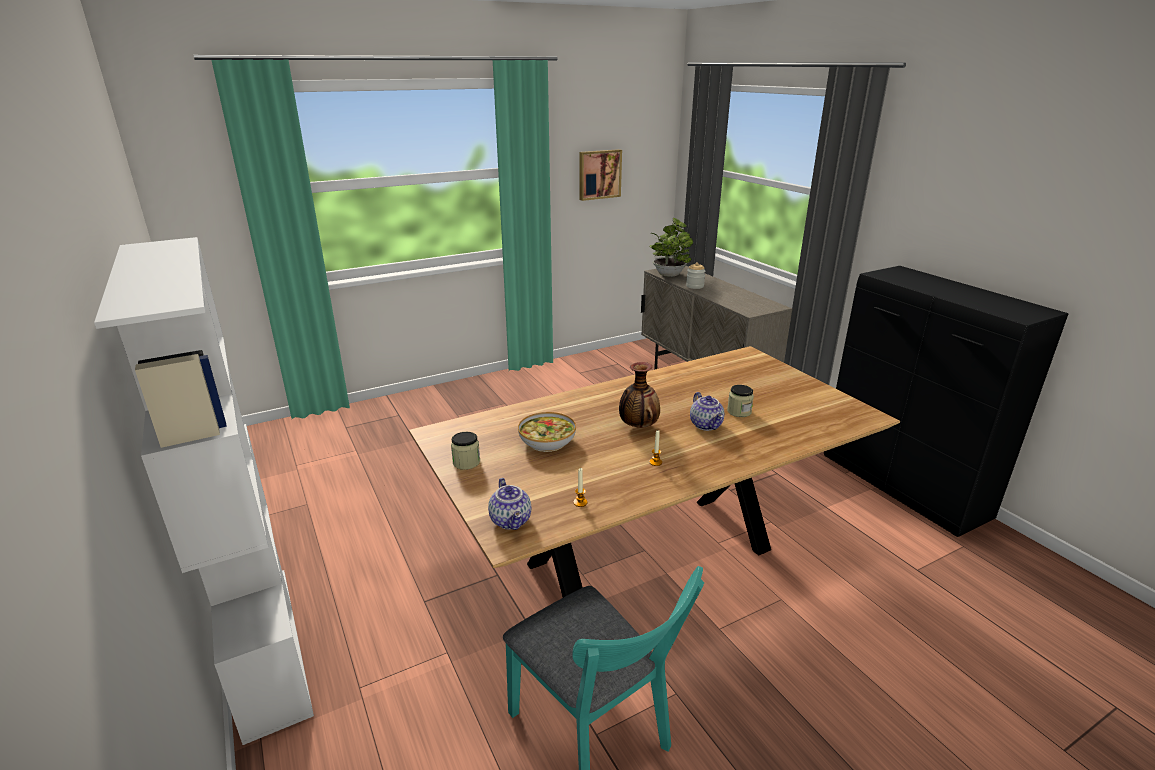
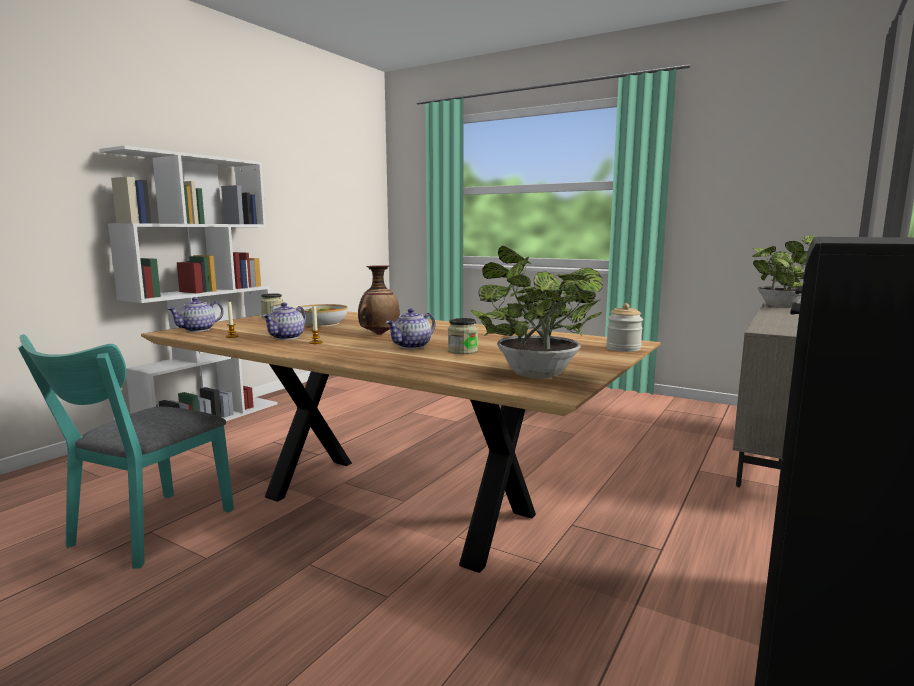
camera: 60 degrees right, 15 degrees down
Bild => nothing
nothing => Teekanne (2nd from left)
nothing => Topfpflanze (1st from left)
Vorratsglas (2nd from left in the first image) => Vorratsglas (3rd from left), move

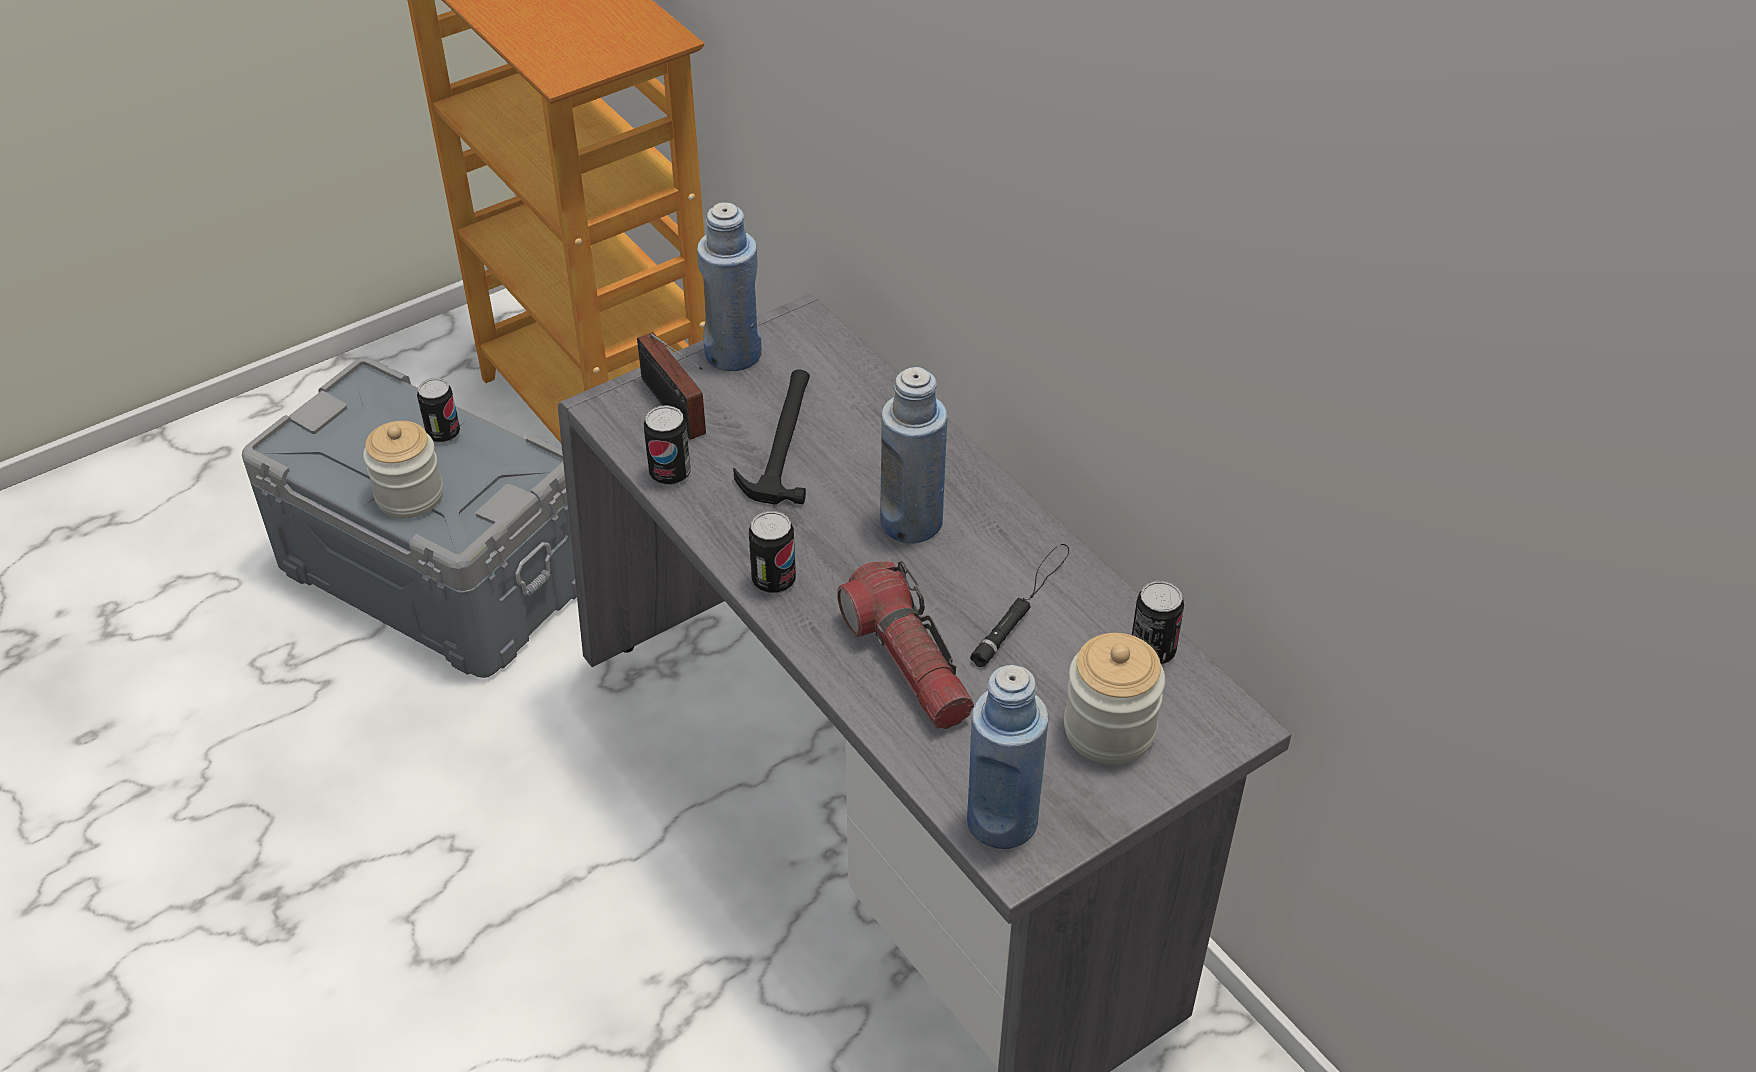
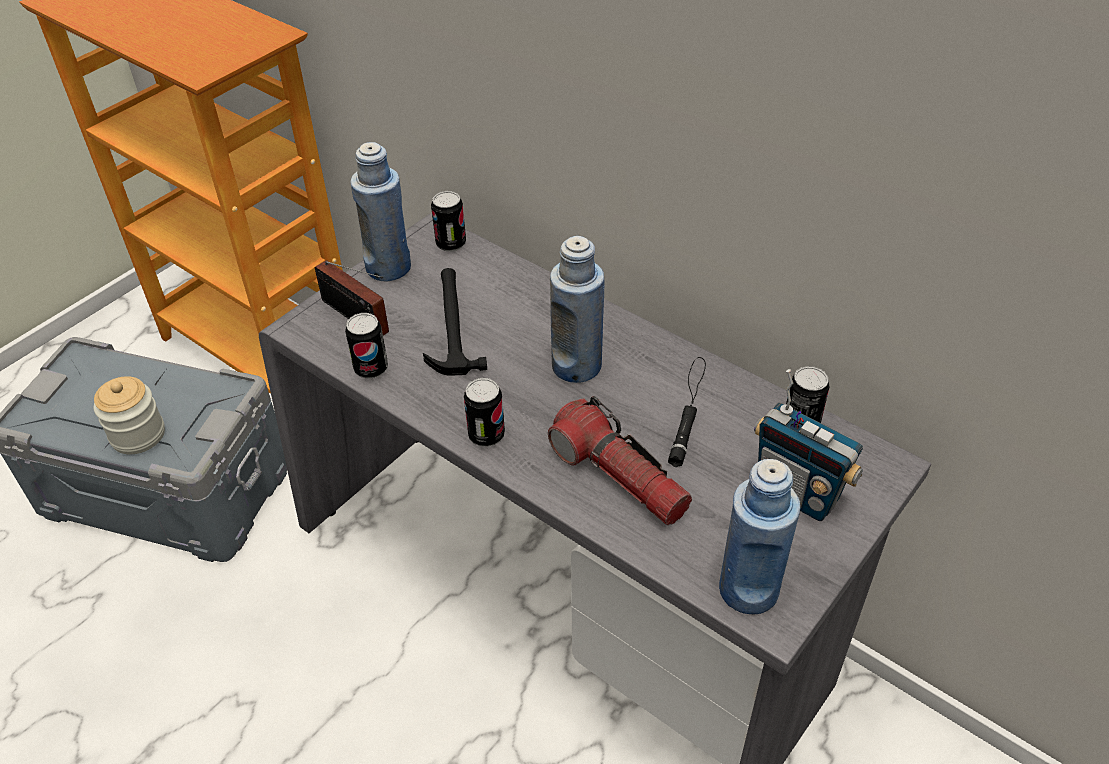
camera: 15 degrees left, 0 degrees up
Dose (1st from left in the first image) => Dose (2nd from left), move
Vorratsglas (2nd from left) => Radio (2nd from left)

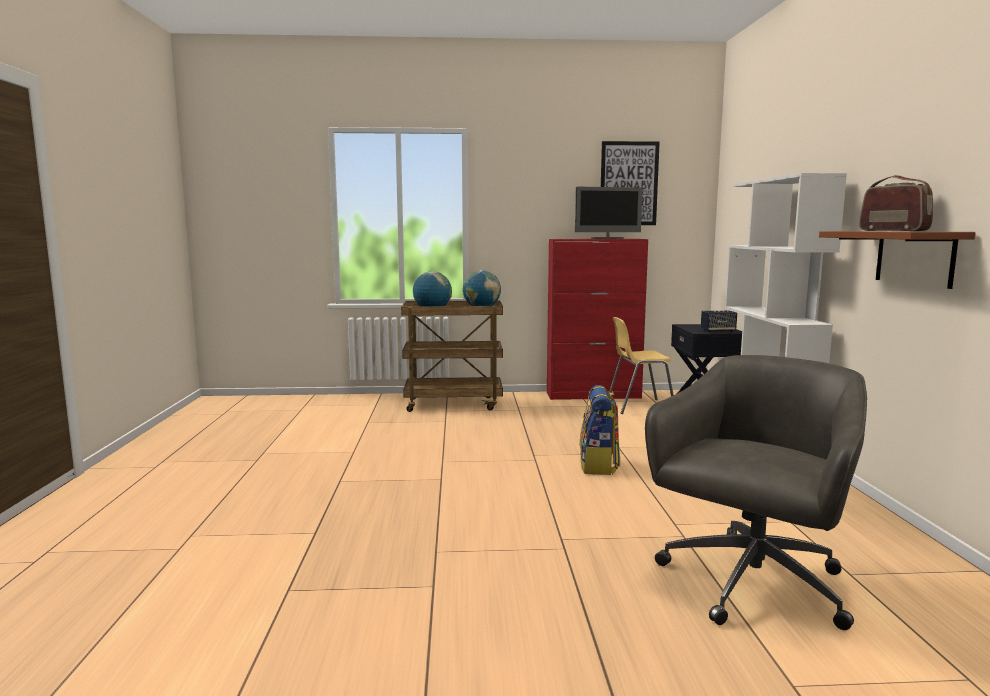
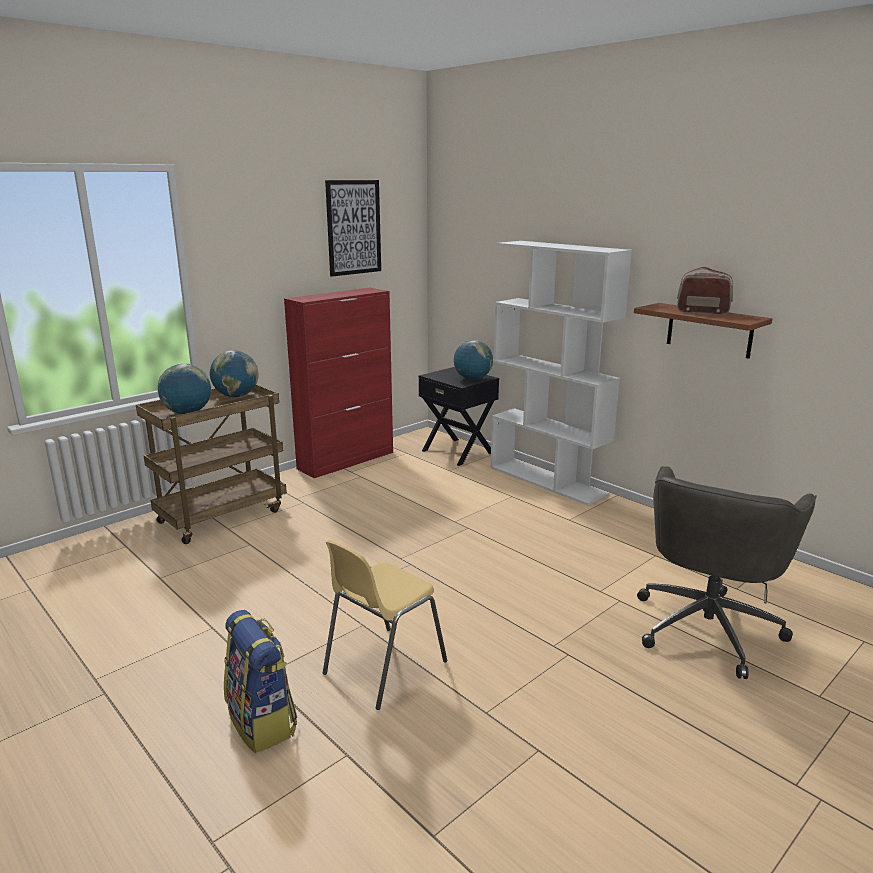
camera: 40 degrees left, 10 degrees up
Monitor => nothing
Rucksack, move
Stuhl [gelb], move
Lautsprecher => Globus (3rd from left)
Bürostuhl [grau], 150 degrees counterclockwise

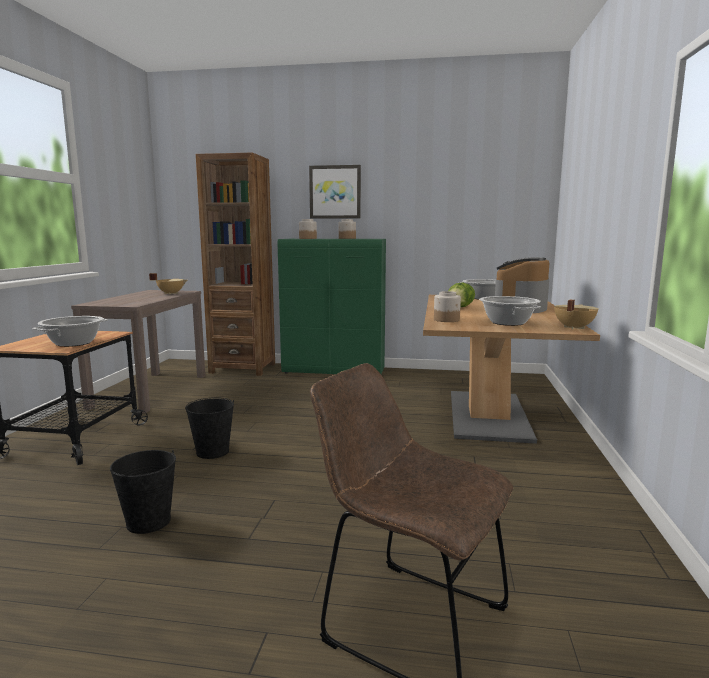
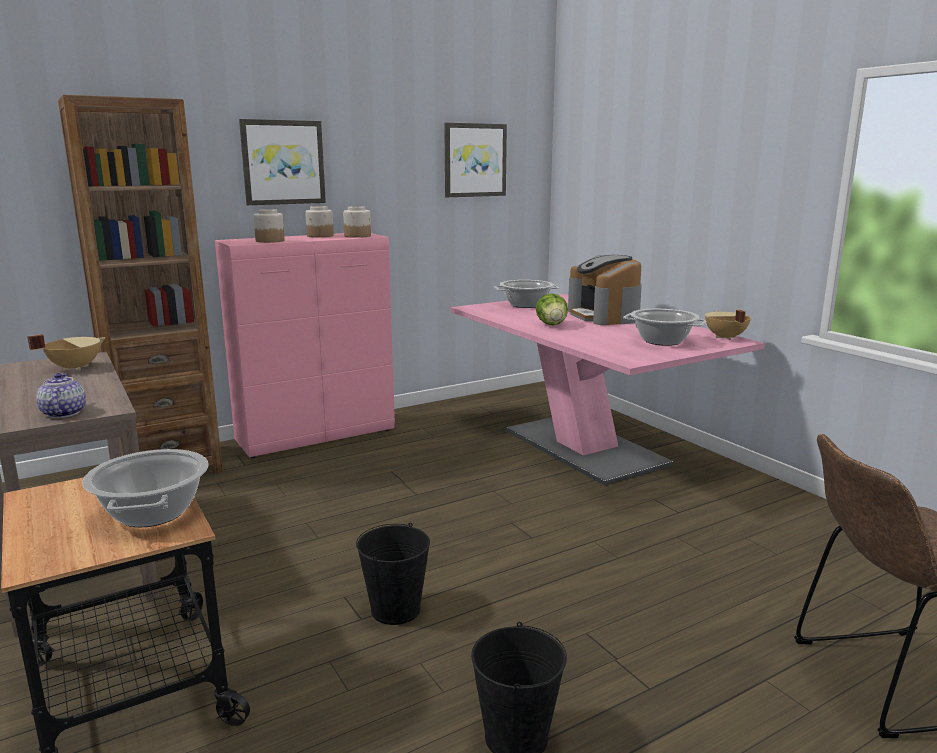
camera: 40 degrees left, 5 degrees up
nothing => Teekanne
nothing => Bild (2nd from left)
Vorratsglas (3rd from left), move
Schrank [grün] => Schrank [rosa]
Esstisch [braun] => Esstisch [rosa]

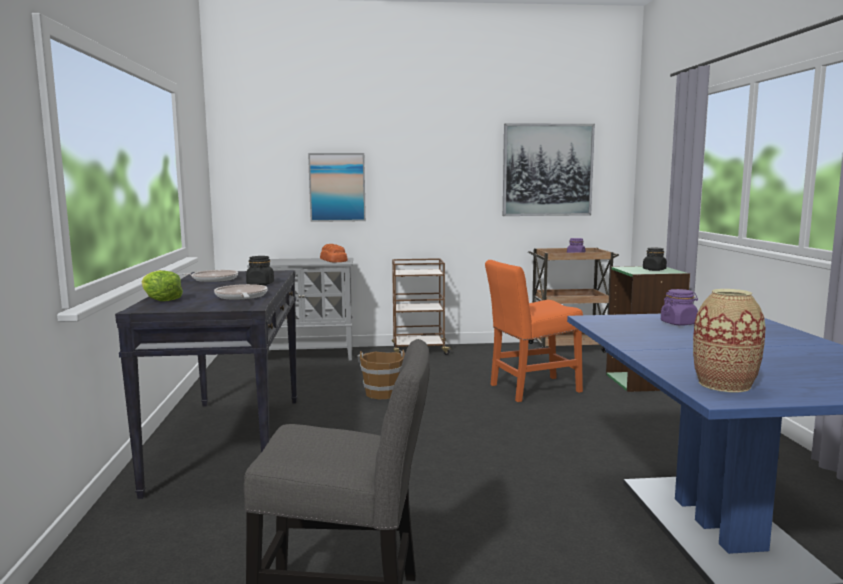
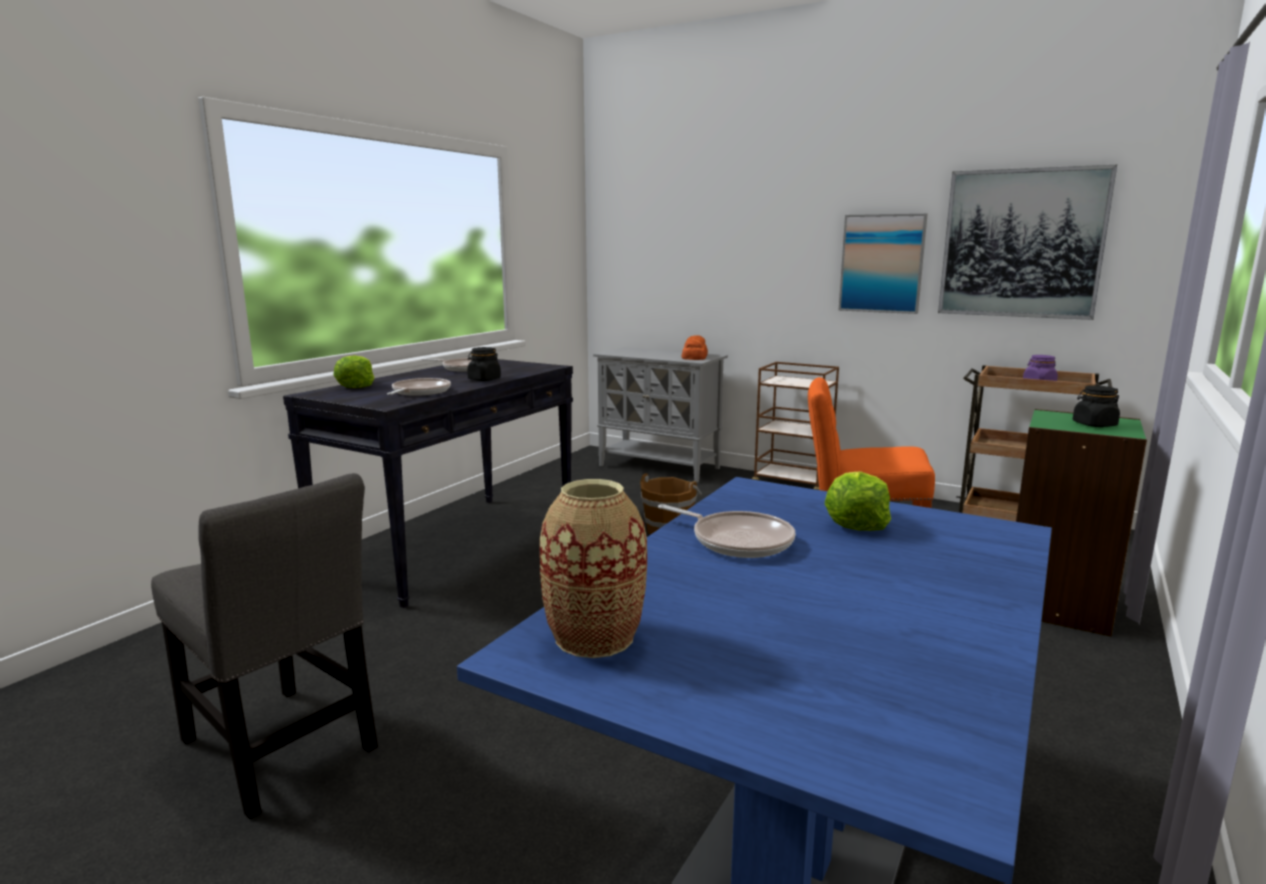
camera: 35 degrees right, 5 degrees up
nothing => Pfanne (3rd from left)
Bild (1st from left), move
Vorratsglas [lila] (2nd from left) => Salatkopf (2nd from left)

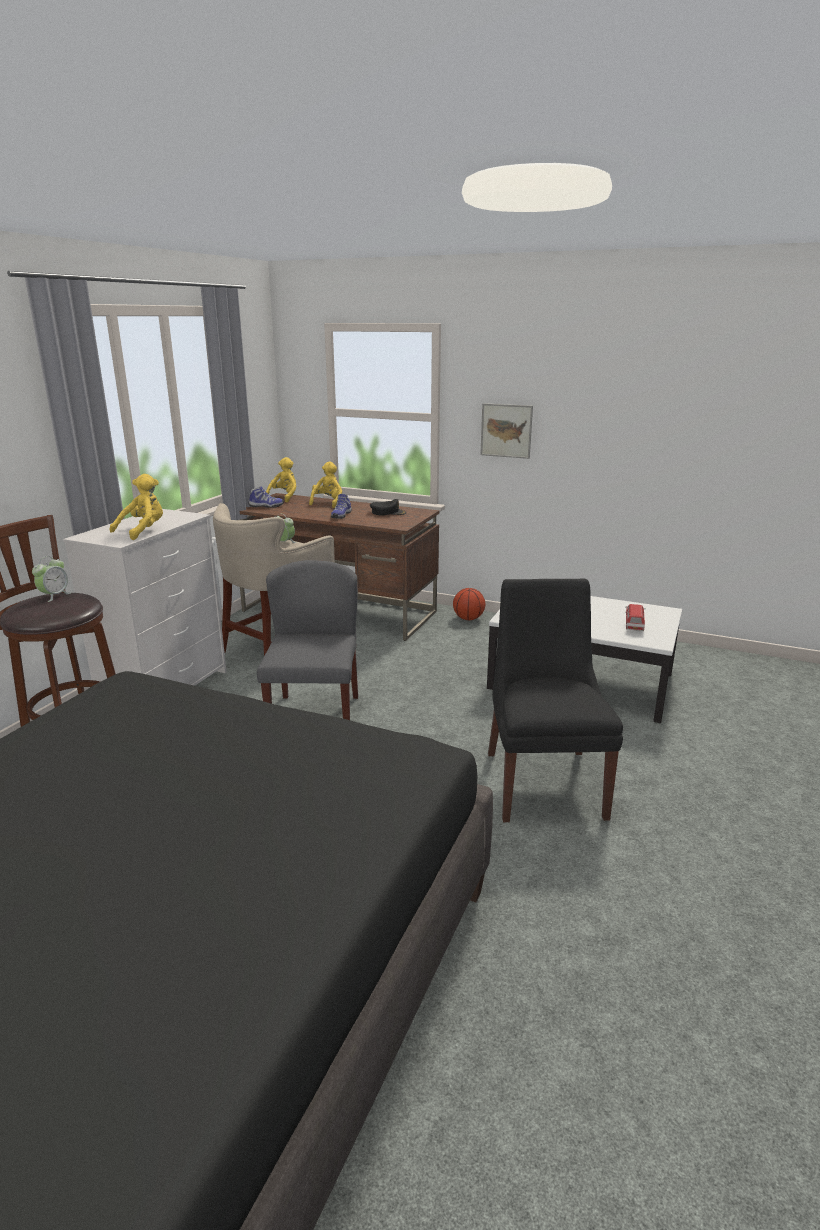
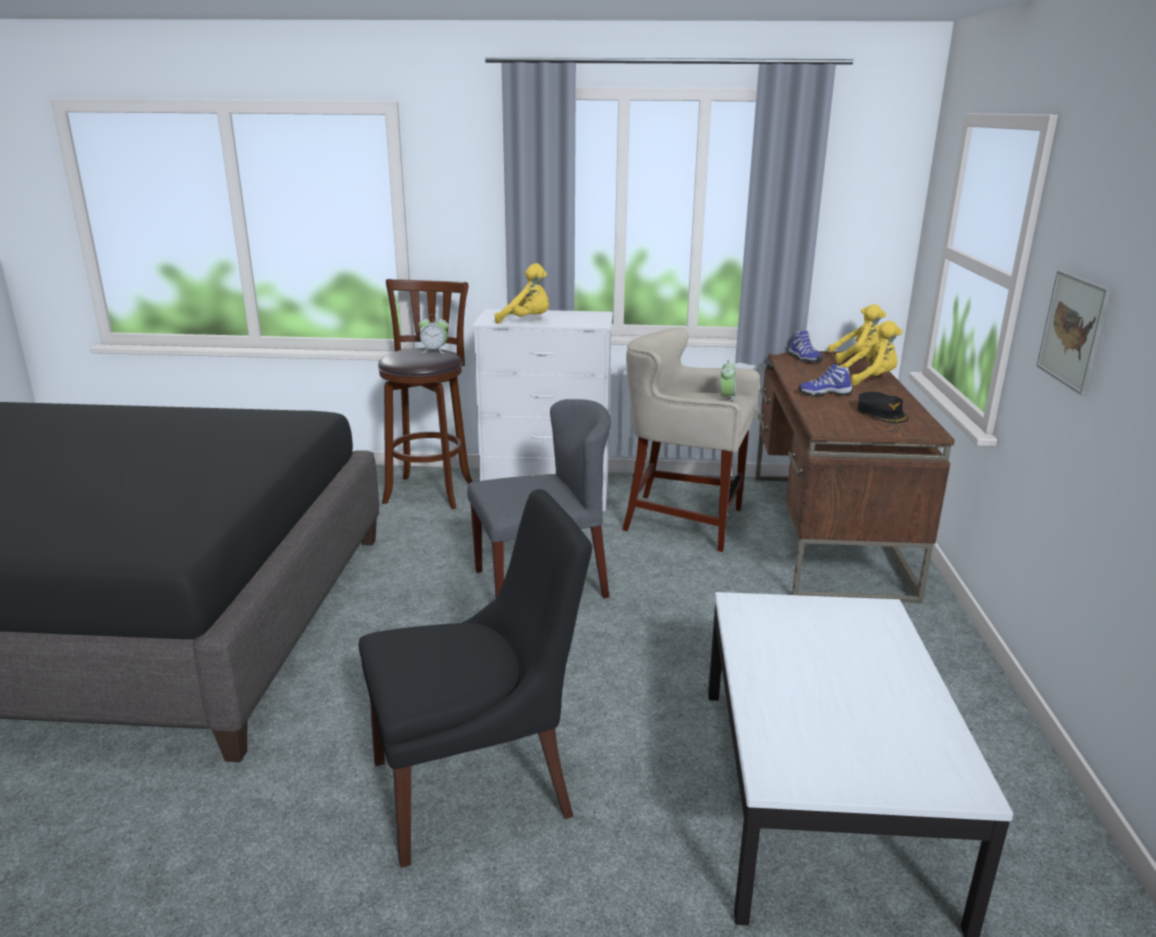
camera: 70 degrees right, 0 degrees up
Basketball => nothing
Spielzeugauto => nothing

